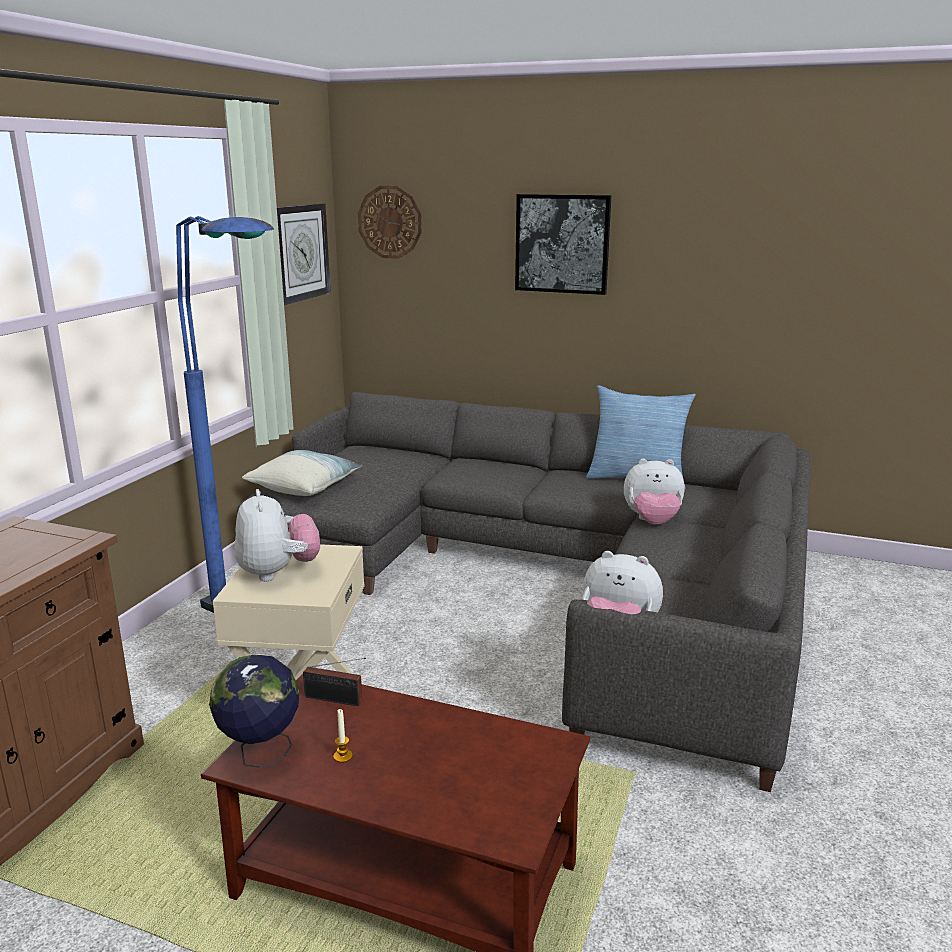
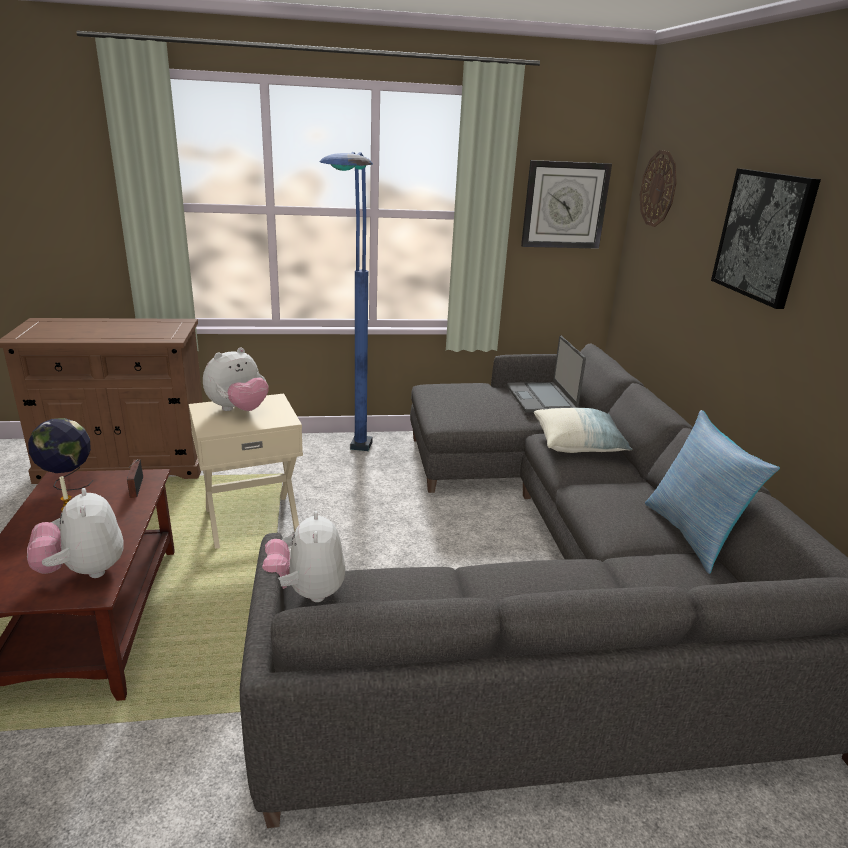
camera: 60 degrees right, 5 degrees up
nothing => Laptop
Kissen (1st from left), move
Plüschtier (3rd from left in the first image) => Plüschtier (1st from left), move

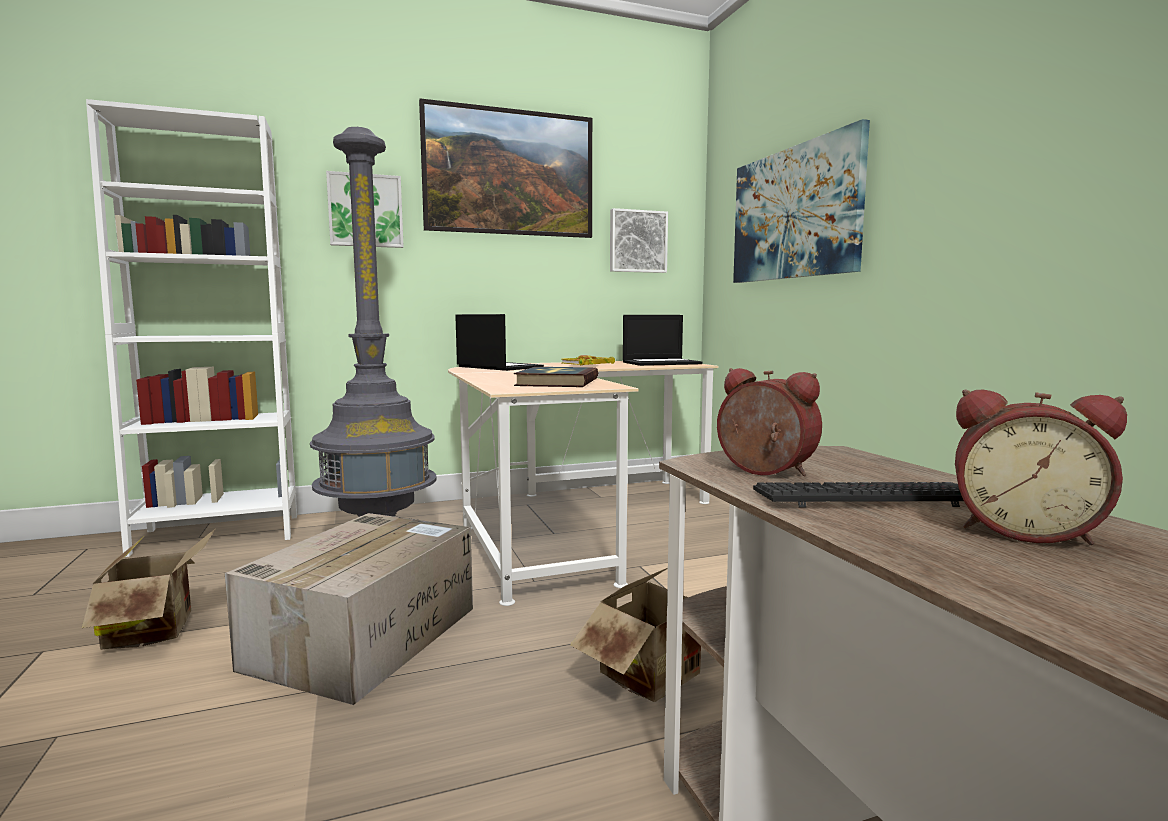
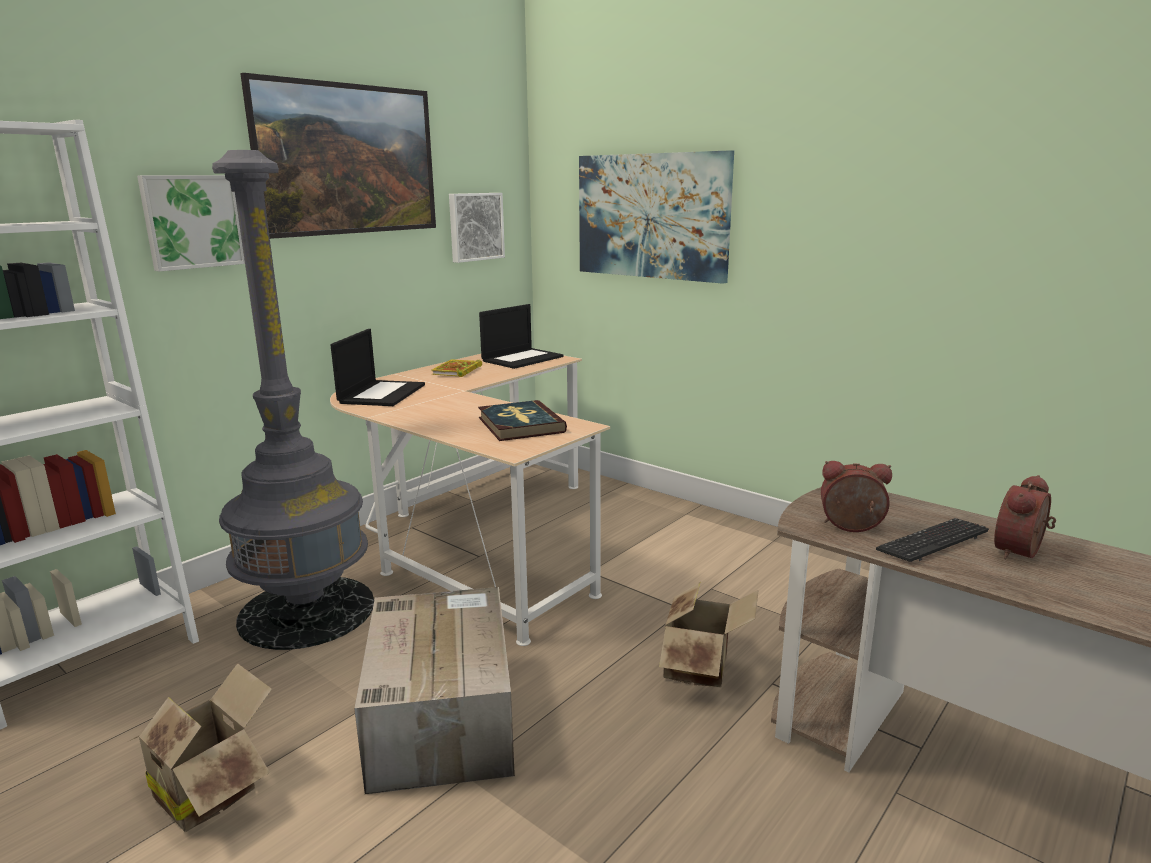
camera: 30 degrees left, 10 degrees up
Laptop (1st from left), 90 degrees clockwise
Wecker (2nd from left), 135 degrees clockwise

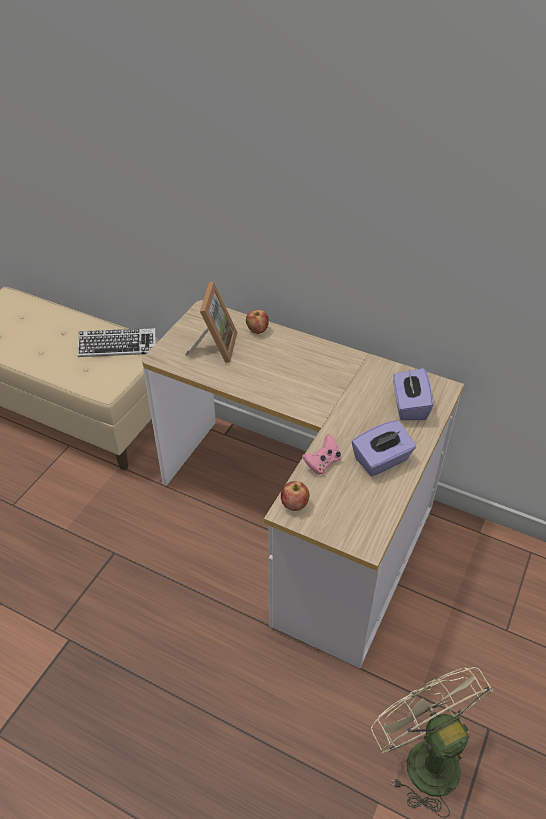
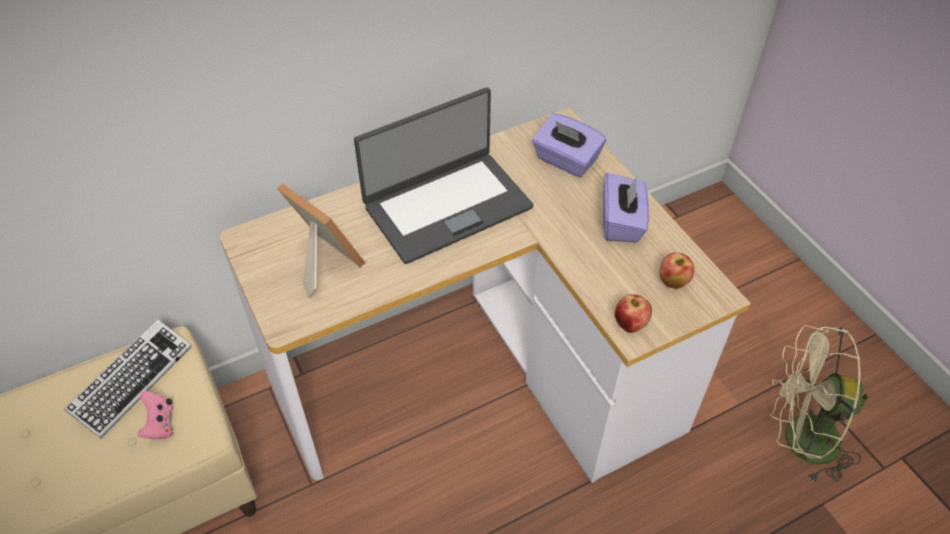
camera: 55 degrees left, 5 degrees up
nothing => Laptop
Apfel (1st from left in the first image) => Apfel (2nd from left), move
Gamepad [rosa], move

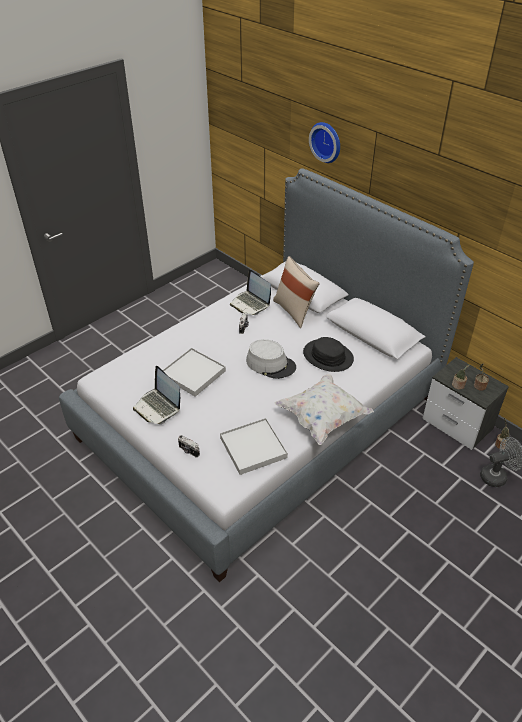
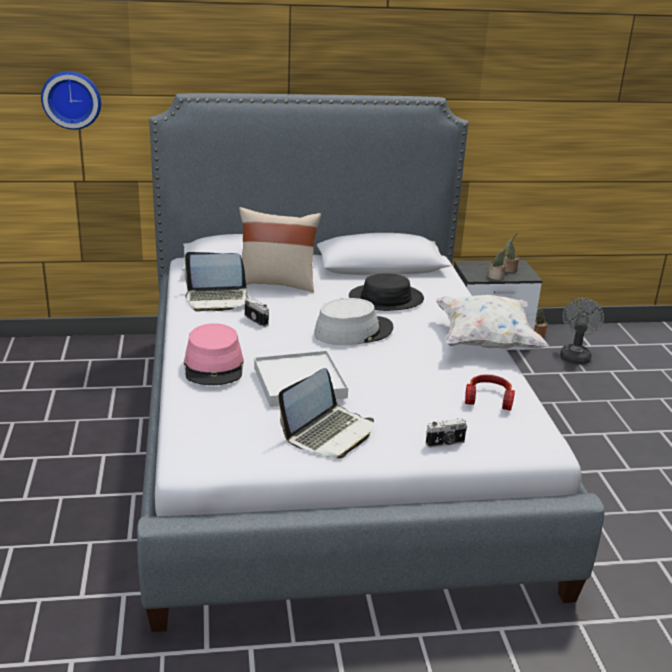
camera: 55 degrees left, 15 degrees down
nothing => Hut [rosa]
Wanduhr, move
Tablett [weiß] (2nd from left) => Kopfhörer
Laptop (1st from left in the first image) => Laptop (2nd from left), 45 degrees counterclockwise

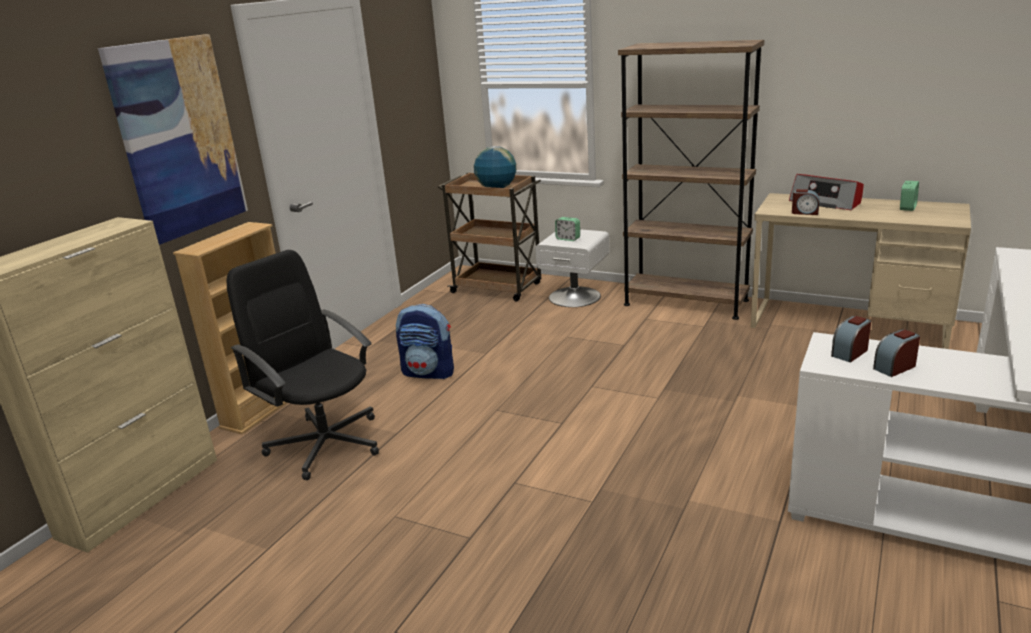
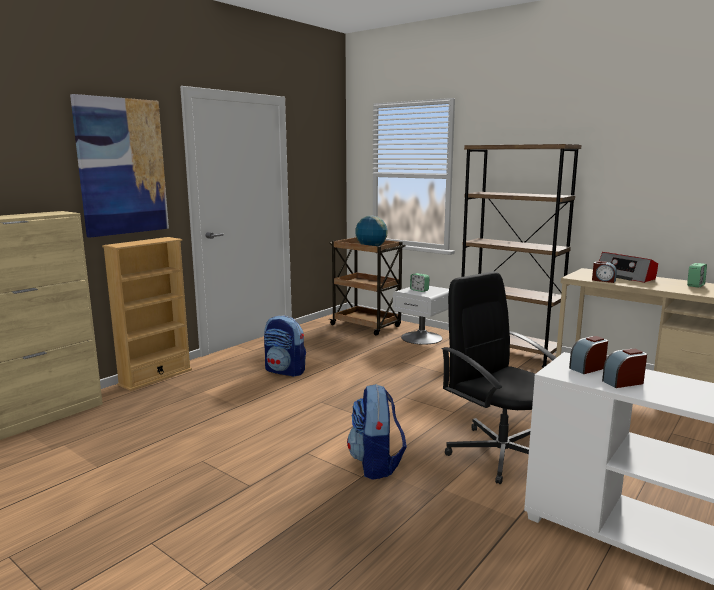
camera: 10 degrees right, 10 degrees down
nothing => Rucksack (2nd from left)
Bürostuhl [schwarz], move

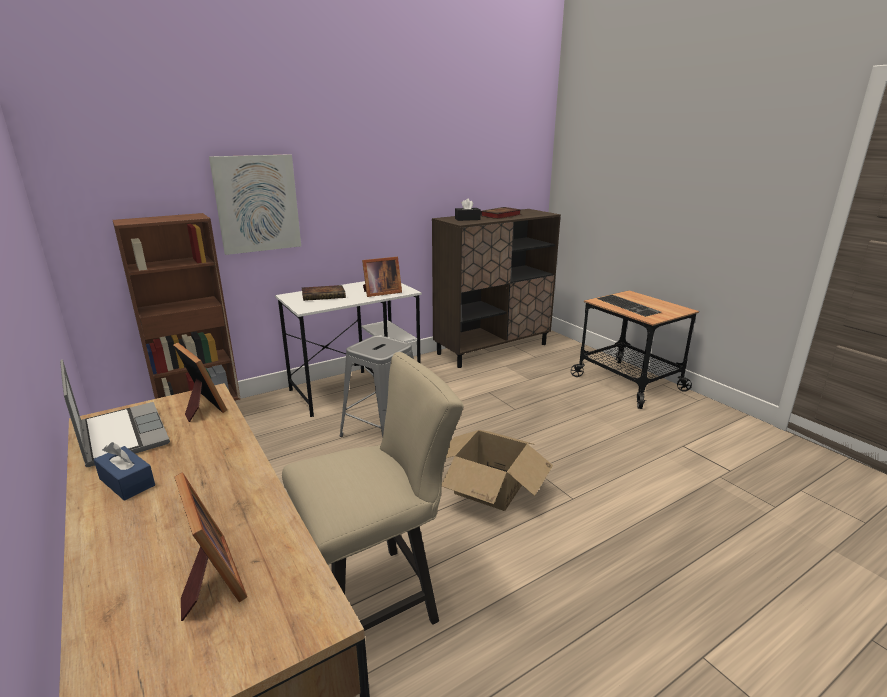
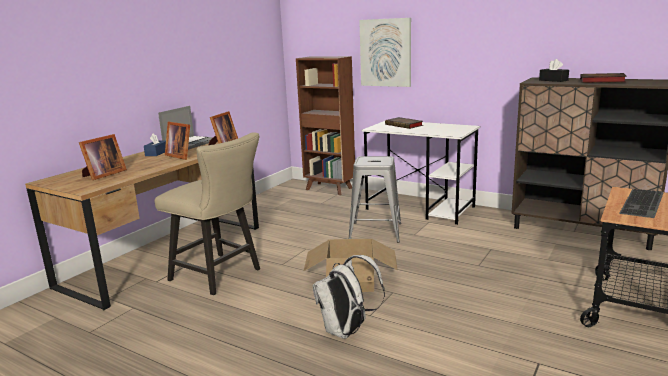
camera: 65 degrees right, 5 degrees down
nothing => Rucksack [weiß]
Bilderrahmen (3rd from left in the first image) => Bilderrahmen (2nd from left), move

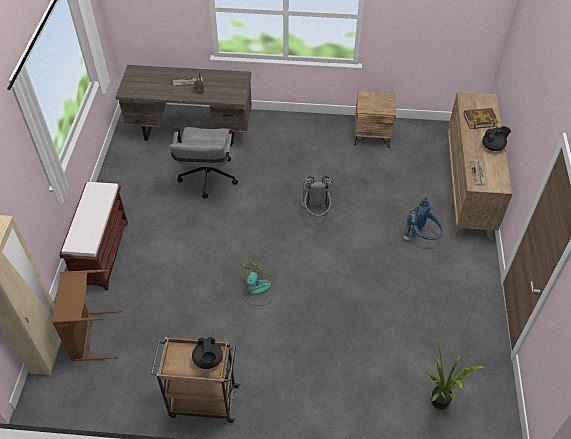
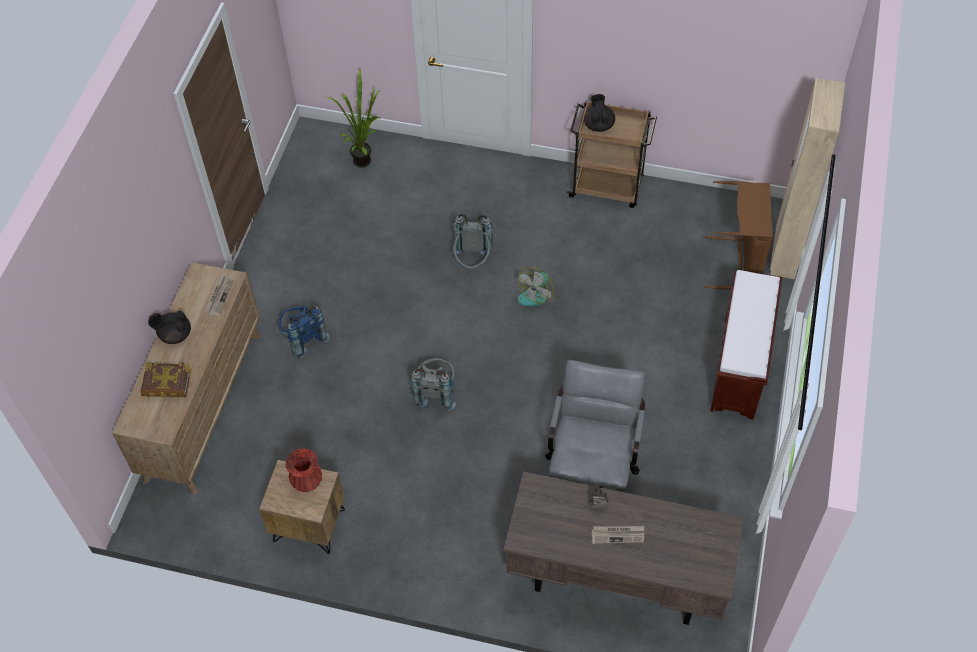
camera: 170 degrees left, 5 degrees up
nothing => Vase [rot]
nothing => Rucksack [grau] (2nd from left)

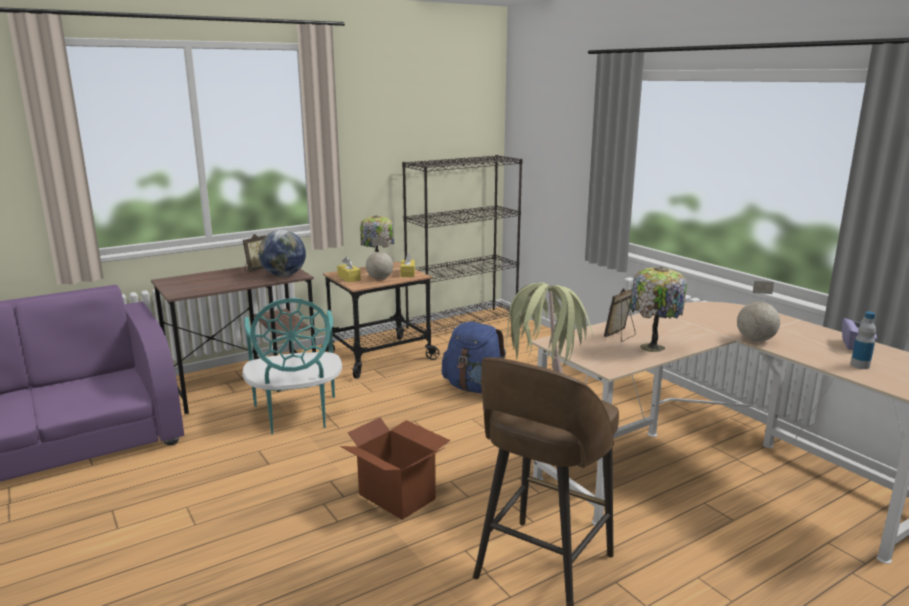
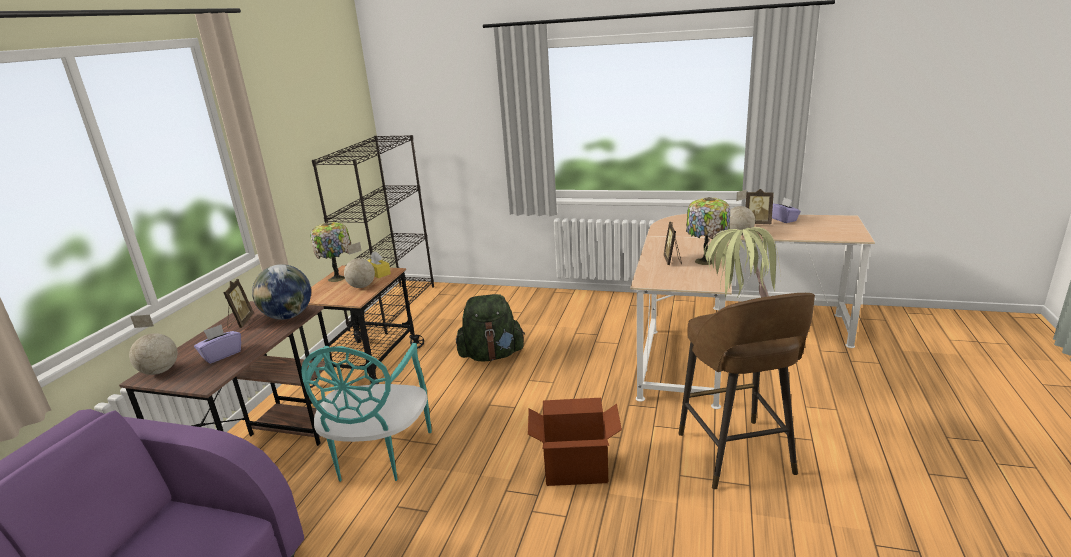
camera: 40 degrees left, 5 degrees up
Taschentuchbox [gelb] (1st from left) => nothing
Flasche => nothing
nothing => Globus (1st from left)
nothing => Taschentuchbox [lila] (1st from left)
nothing => Bilderrahmen (3rd from left)
Rucksack [blau] => Rucksack [grün]
Stuhl [türkis], 60 degrees clockwise

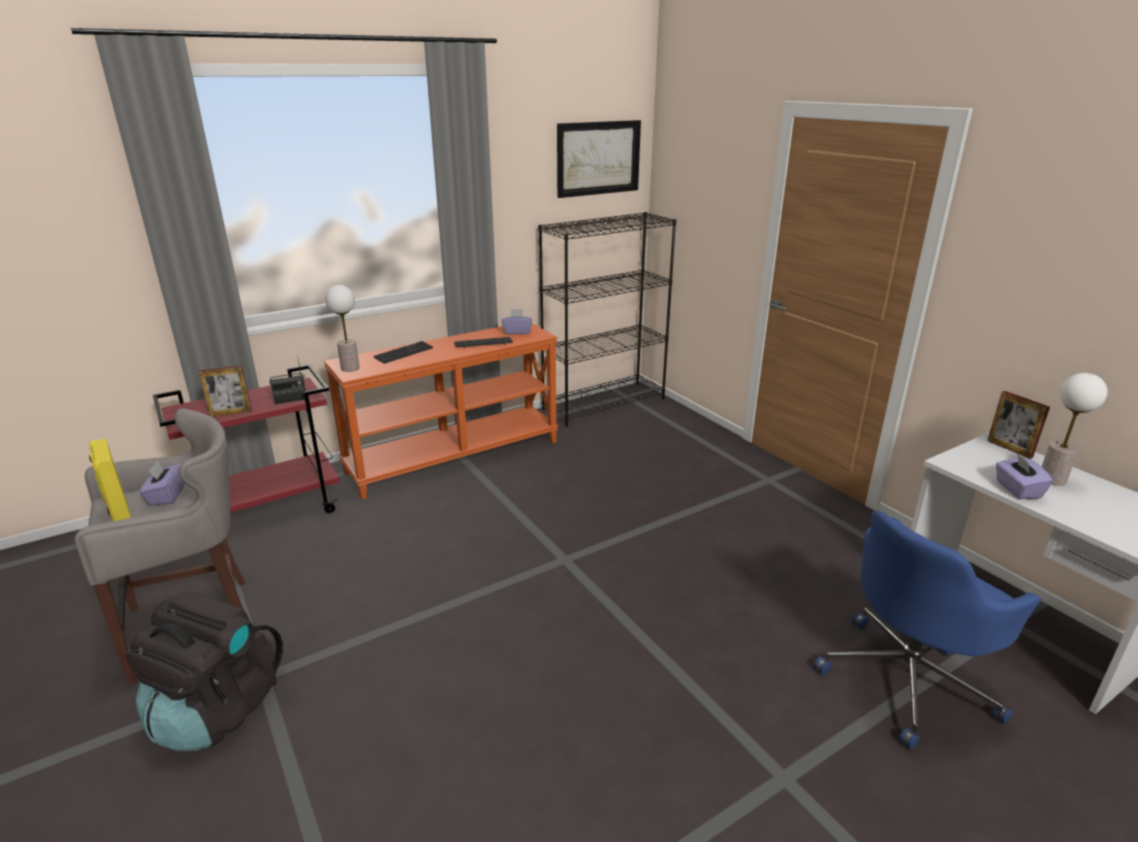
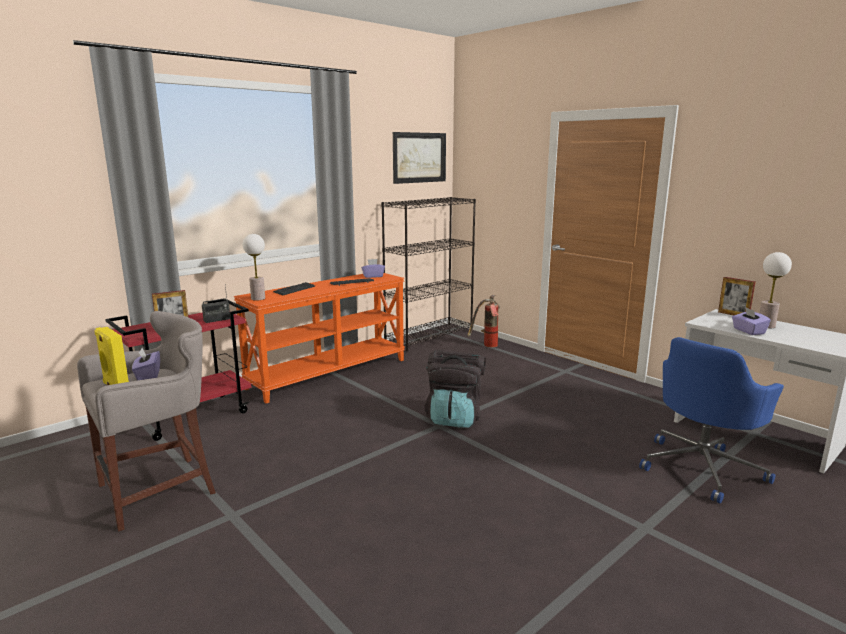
camera: 10 degrees left, 10 degrees down
nothing => Feuerlöscher
Rucksack [schwarz], move

